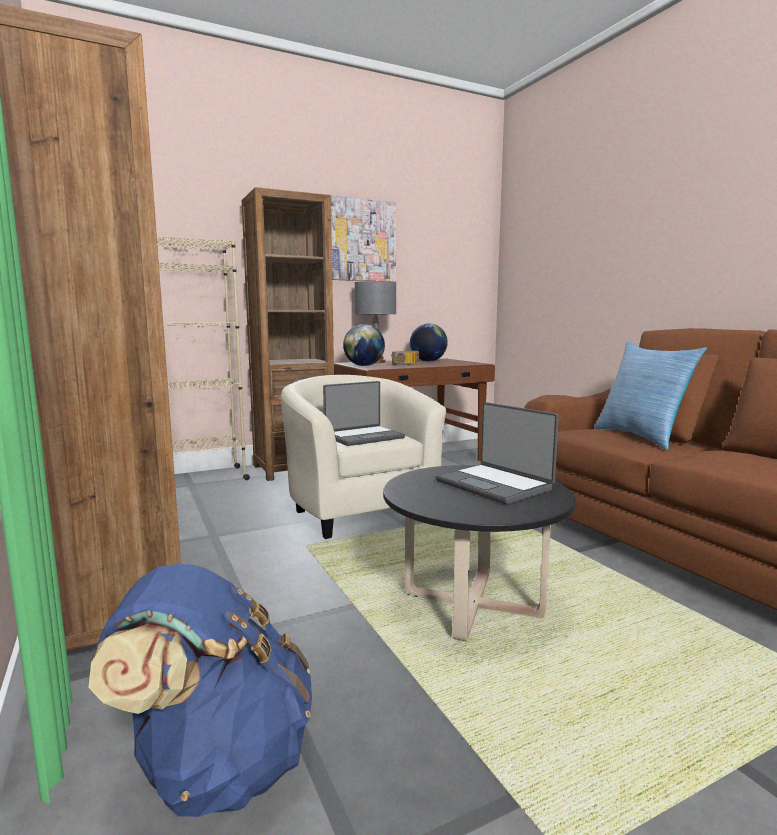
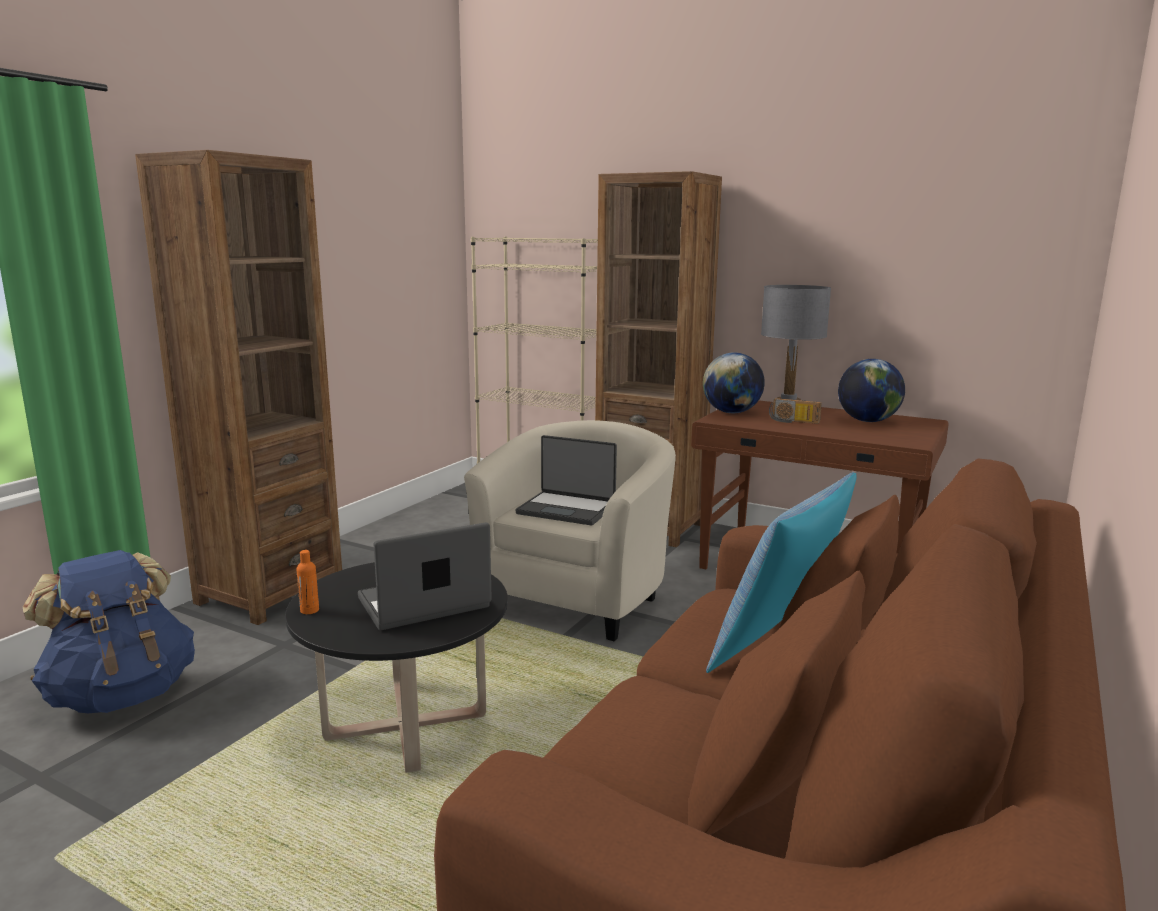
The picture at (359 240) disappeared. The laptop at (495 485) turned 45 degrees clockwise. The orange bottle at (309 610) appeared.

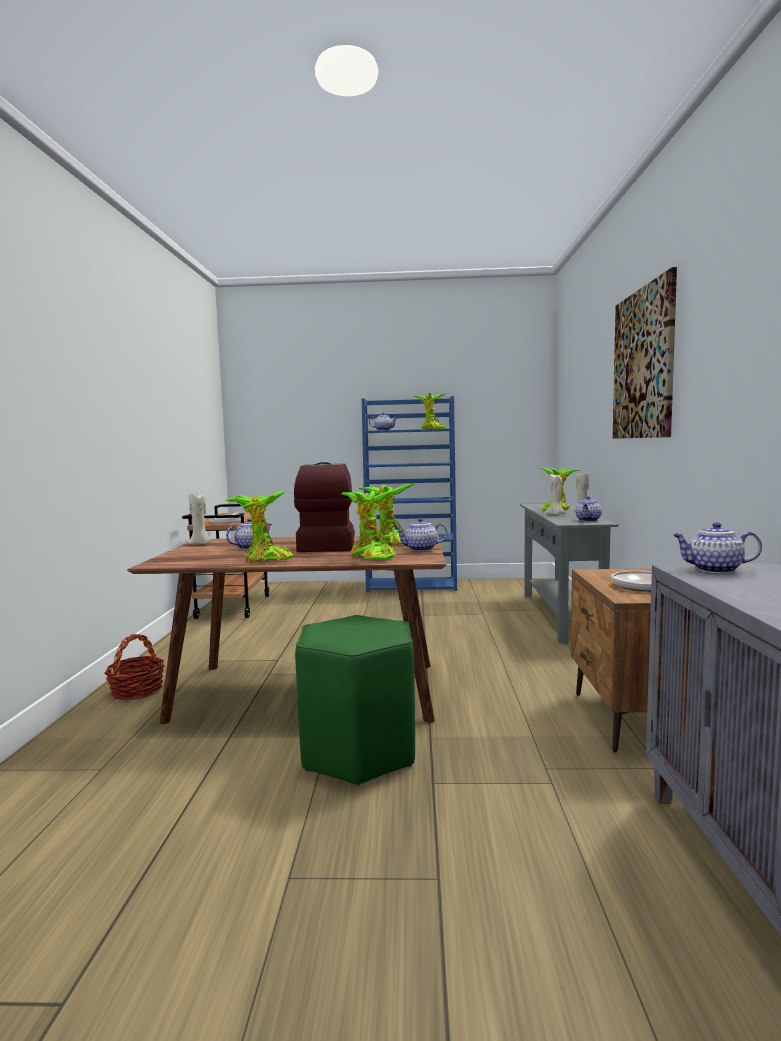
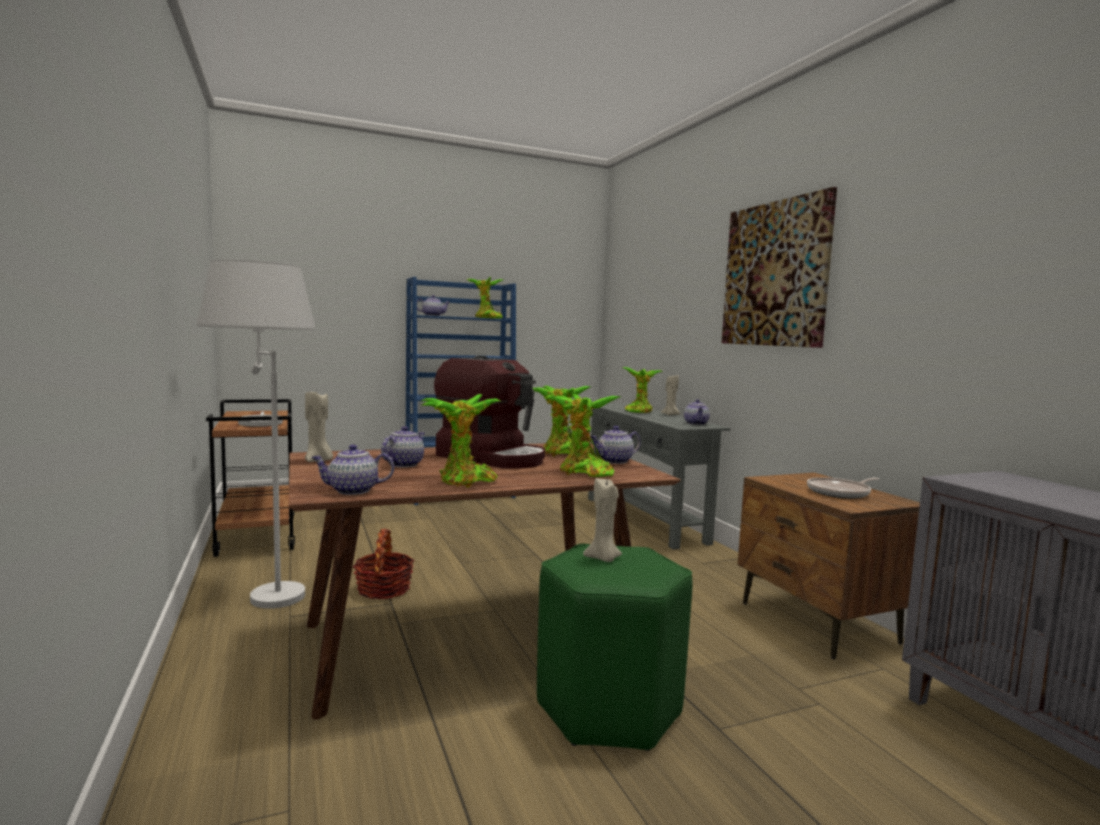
The coffee machine at (326 544) turned 150 degrees clockwise. The beige candle moved from (555 514) to (603 559). The teapot moved from (714 570) to (352 491). The basket moved from (137 691) to (383 589). The white floor lamp at (264 589) appeared.

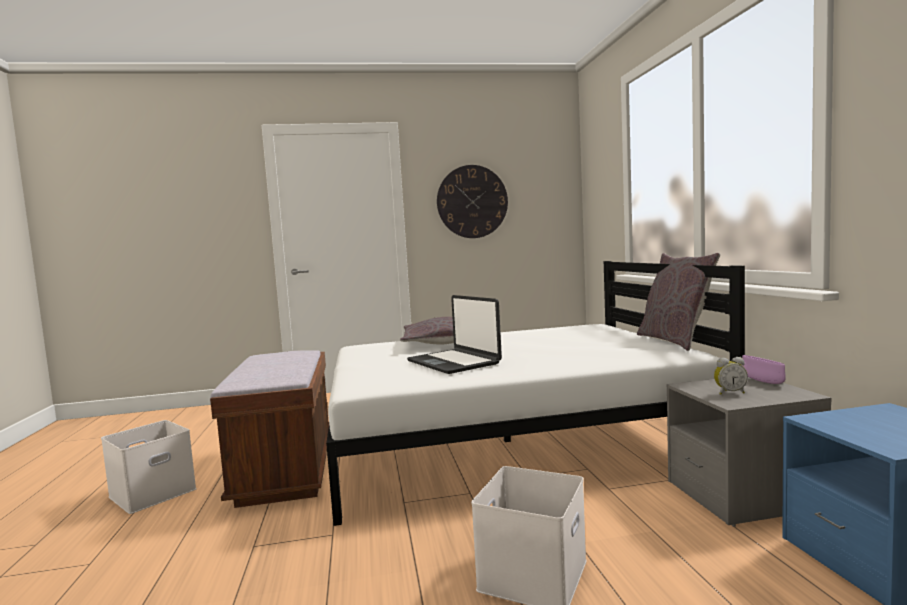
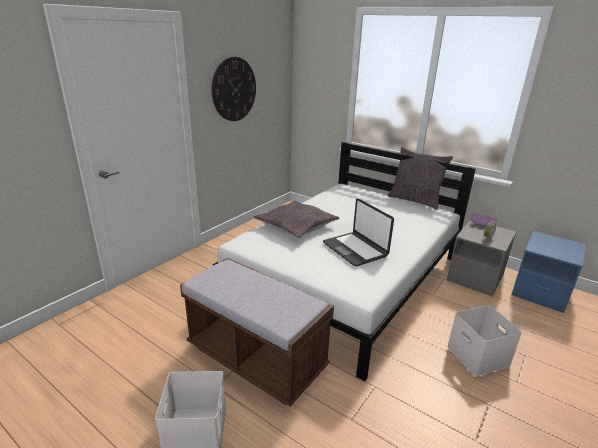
The laptop at (454 362) turned 45 degrees clockwise.

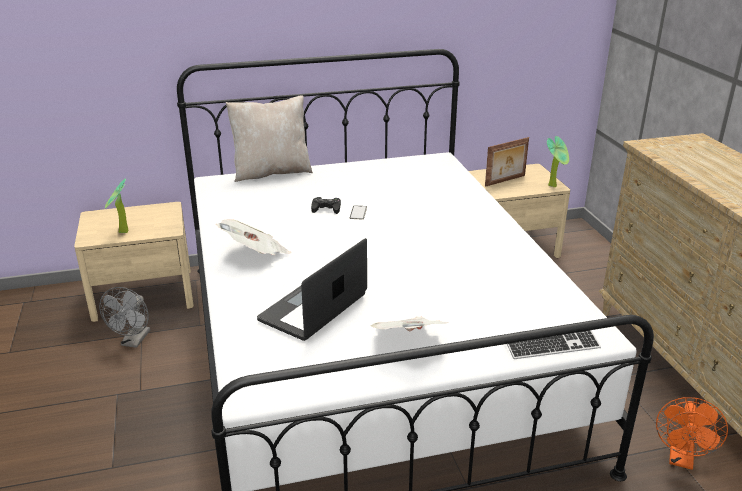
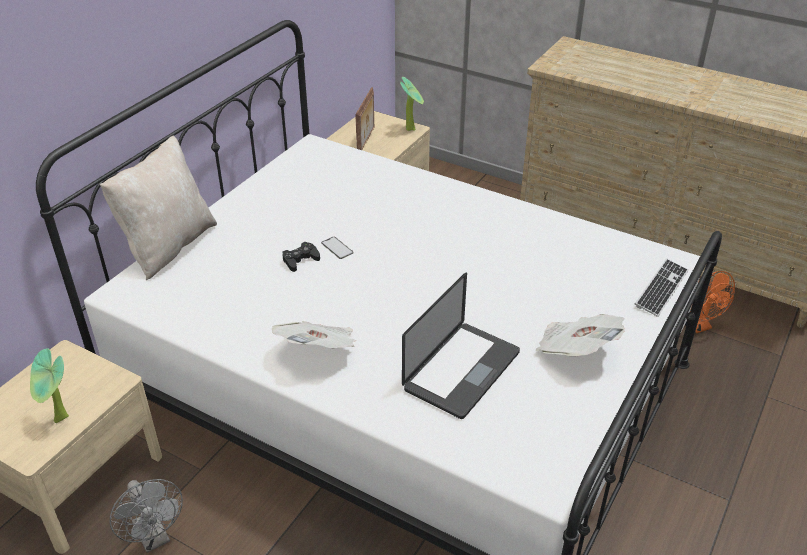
The laptop at (313 308) turned 135 degrees counterclockwise.

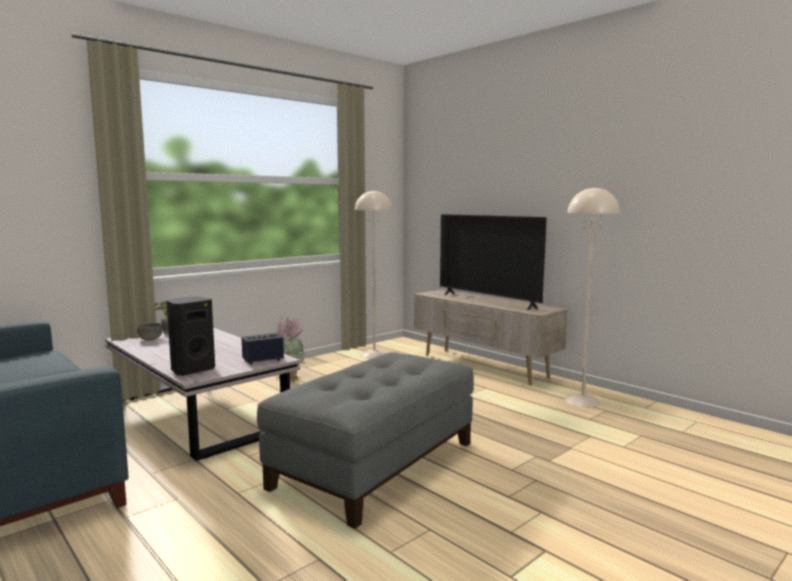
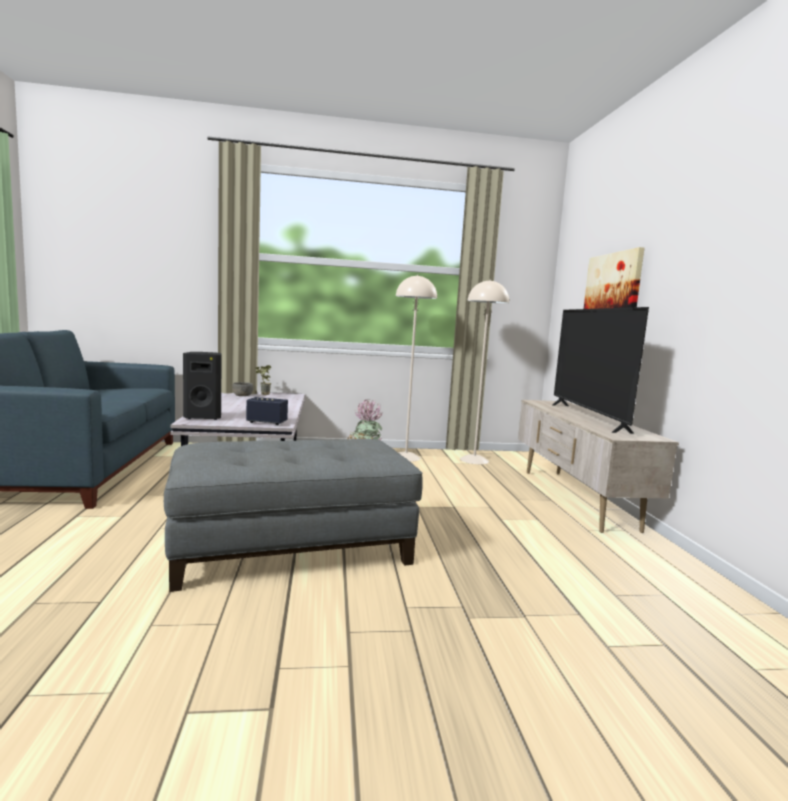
The beige floor lamp moved from (583 400) to (406 457). The picture at (613 283) appeared.

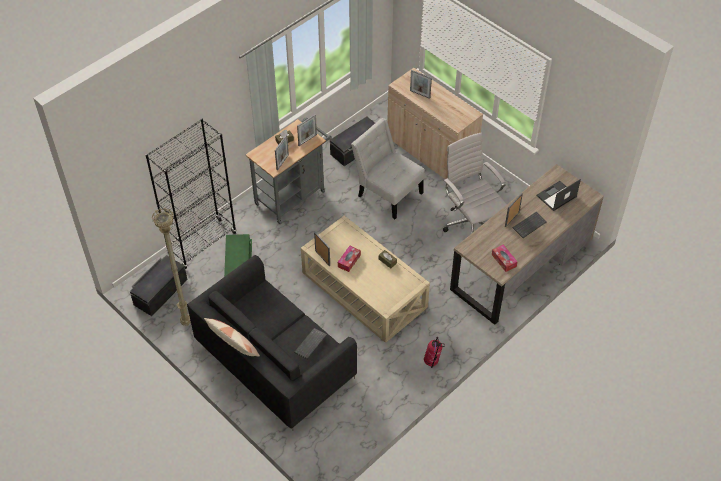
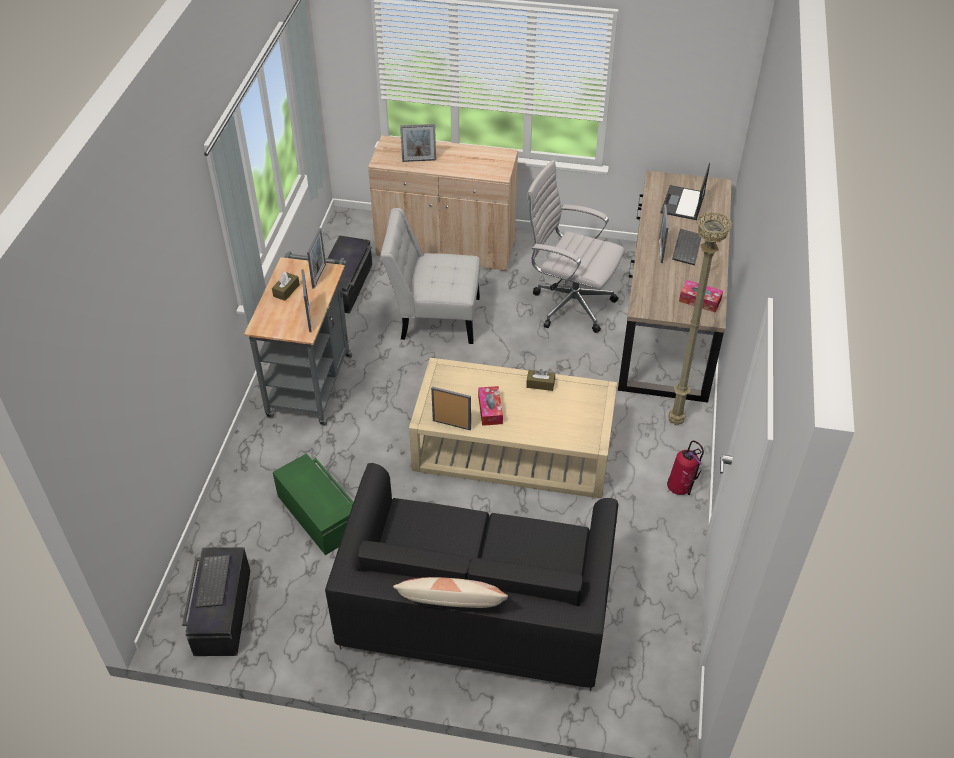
The black bookcase at (202 243) disappeared. The beige floor lamp moved from (186 322) to (674 421). The keyboard moved from (311 344) to (214 582).

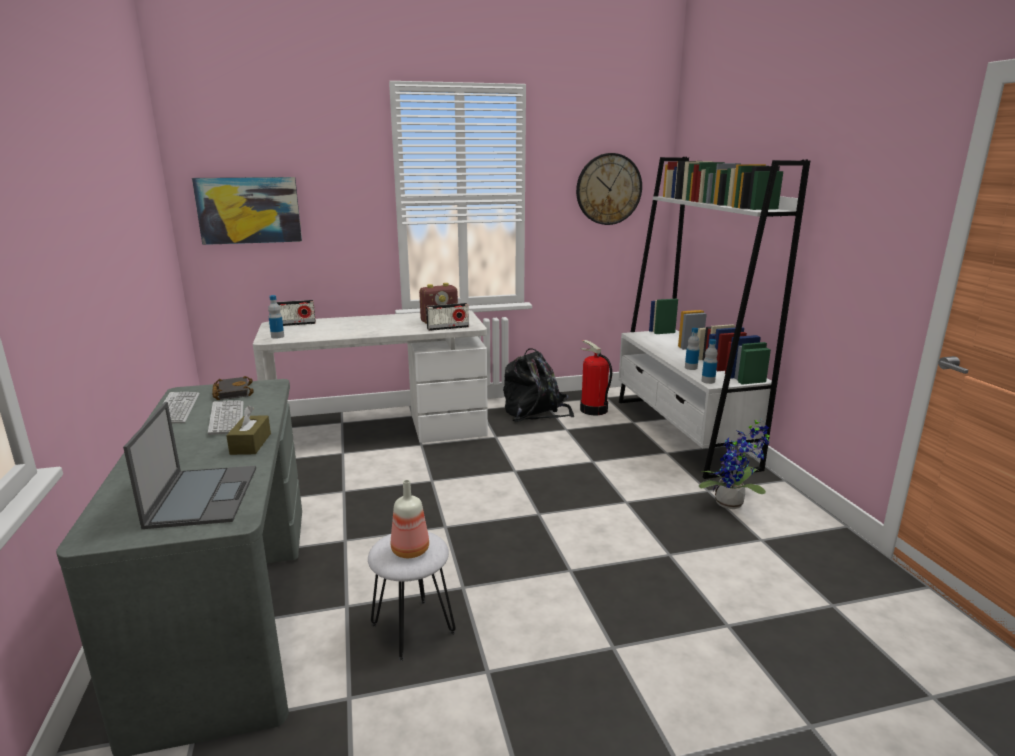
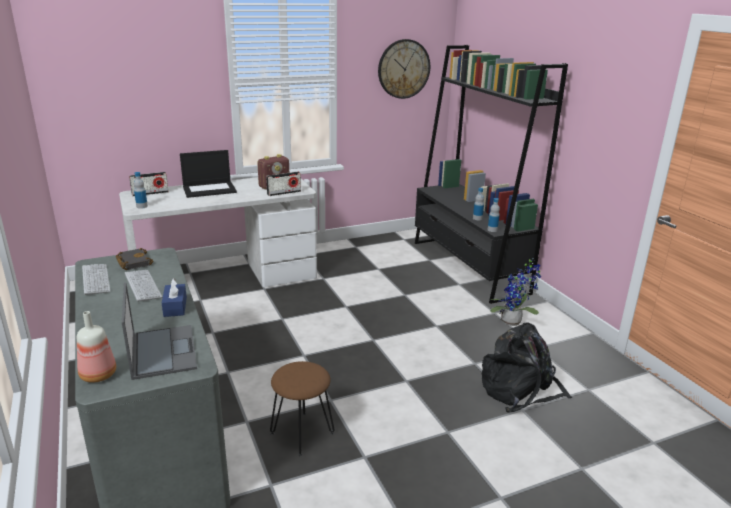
The white bookcase at (682 432) became the black bookcase at (468 267). The picture at (249 210) disappeared. The fire extinguisher at (593 410) disappeared. The black backpack moved from (535 412) to (520 390). The brown tissue box at (250 444) became the blue tissue box at (175 307). The bottle moved from (411 551) to (99 376). The white stool at (413 629) became the brown stool at (302 433). The laptop at (210 189) appeared.

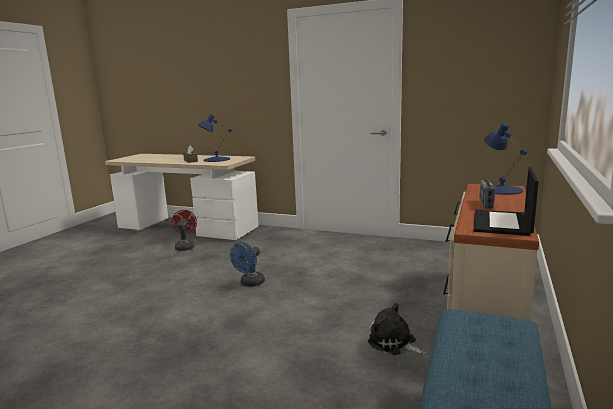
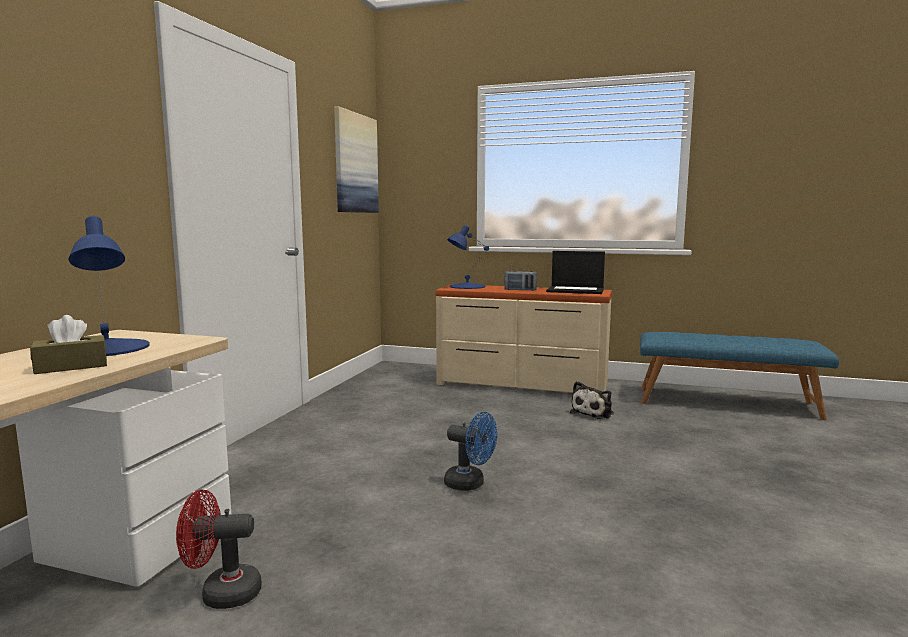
The picture at (355 163) appeared.

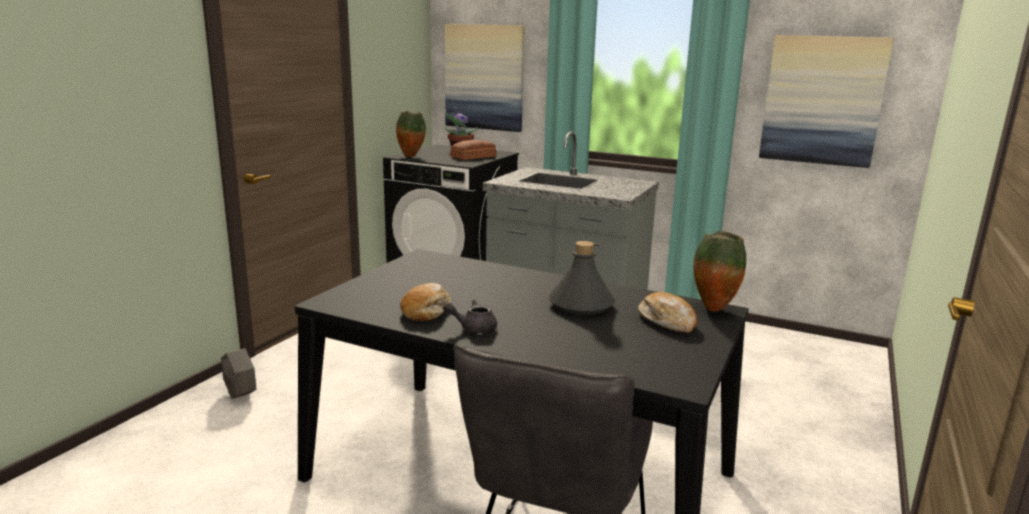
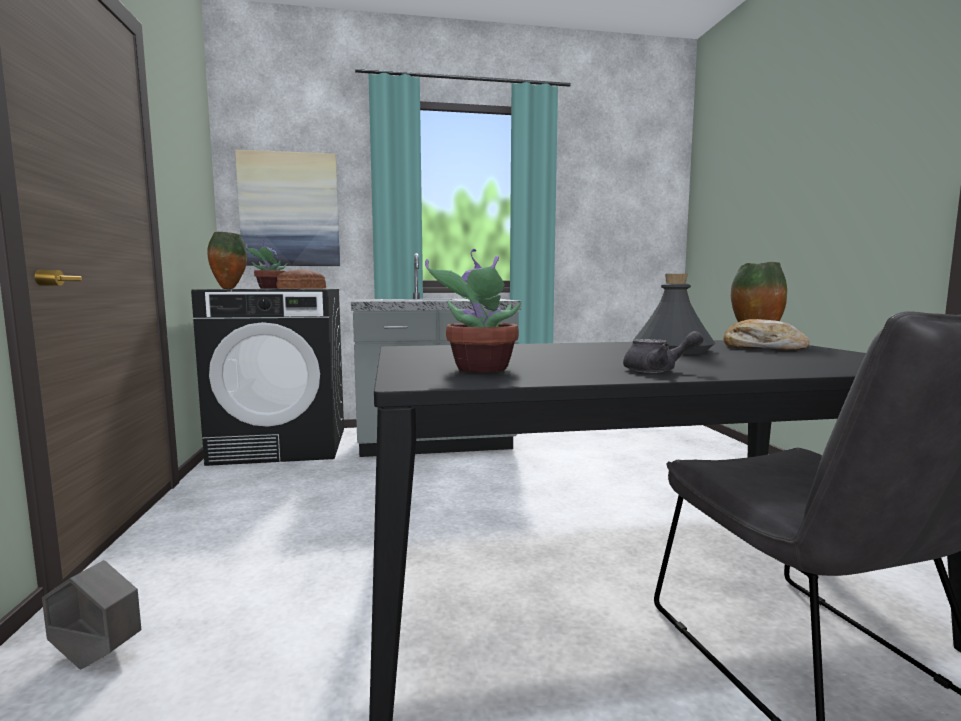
The picture at (822 100) disappeared. The bread at (426 310) disappeared. The grey teapot at (473 328) turned 135 degrees counterclockwise. The potted plant at (479 369) appeared.

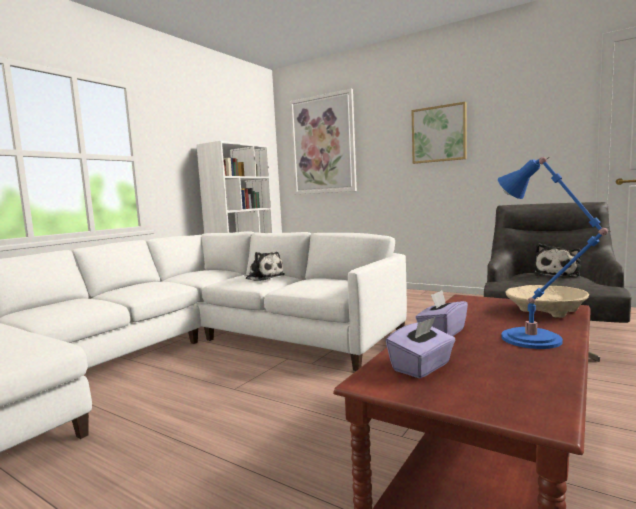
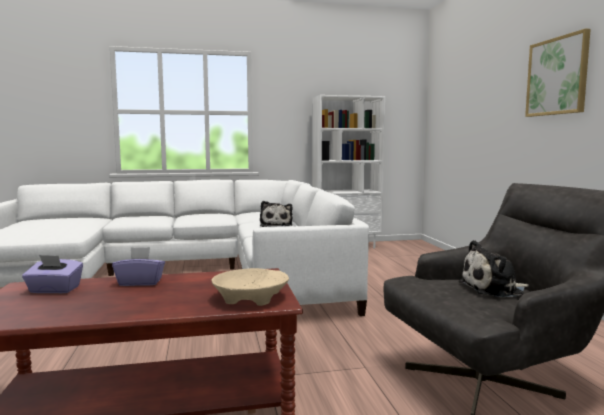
The picture at (323 145) disappeared. The blue table lamp at (536 340) disappeared.

